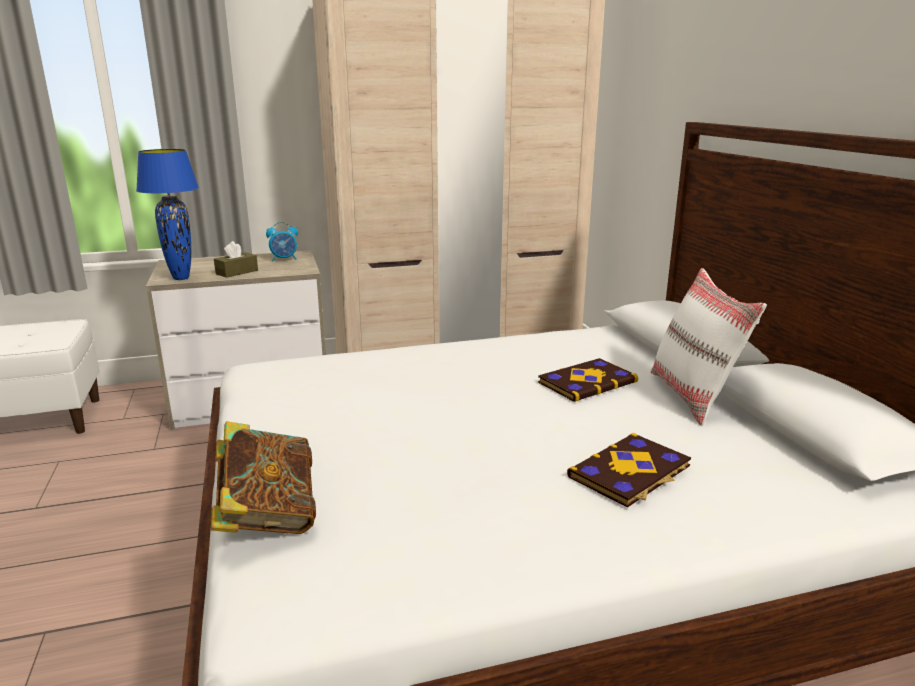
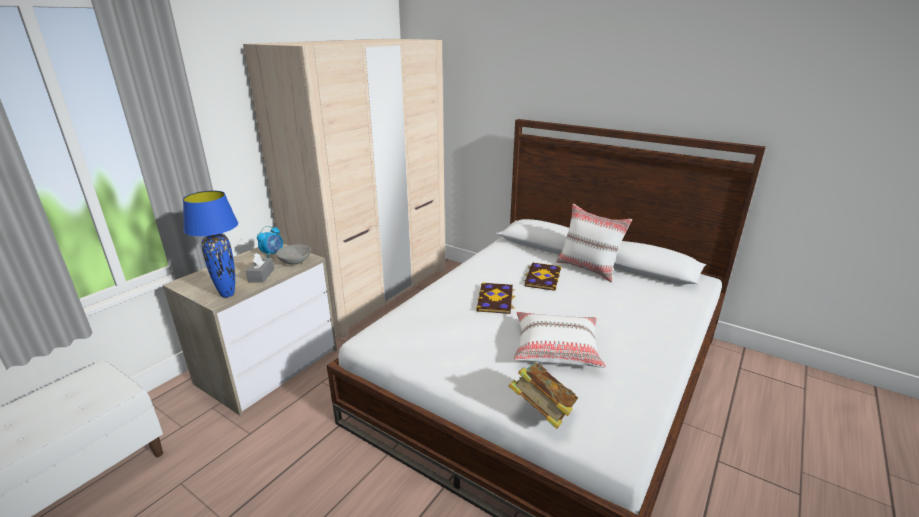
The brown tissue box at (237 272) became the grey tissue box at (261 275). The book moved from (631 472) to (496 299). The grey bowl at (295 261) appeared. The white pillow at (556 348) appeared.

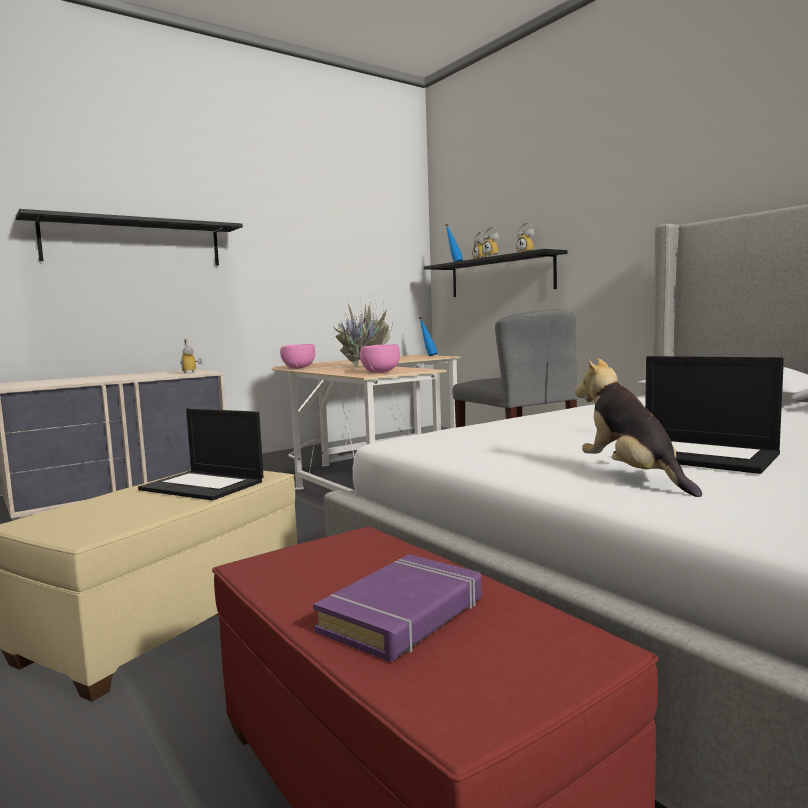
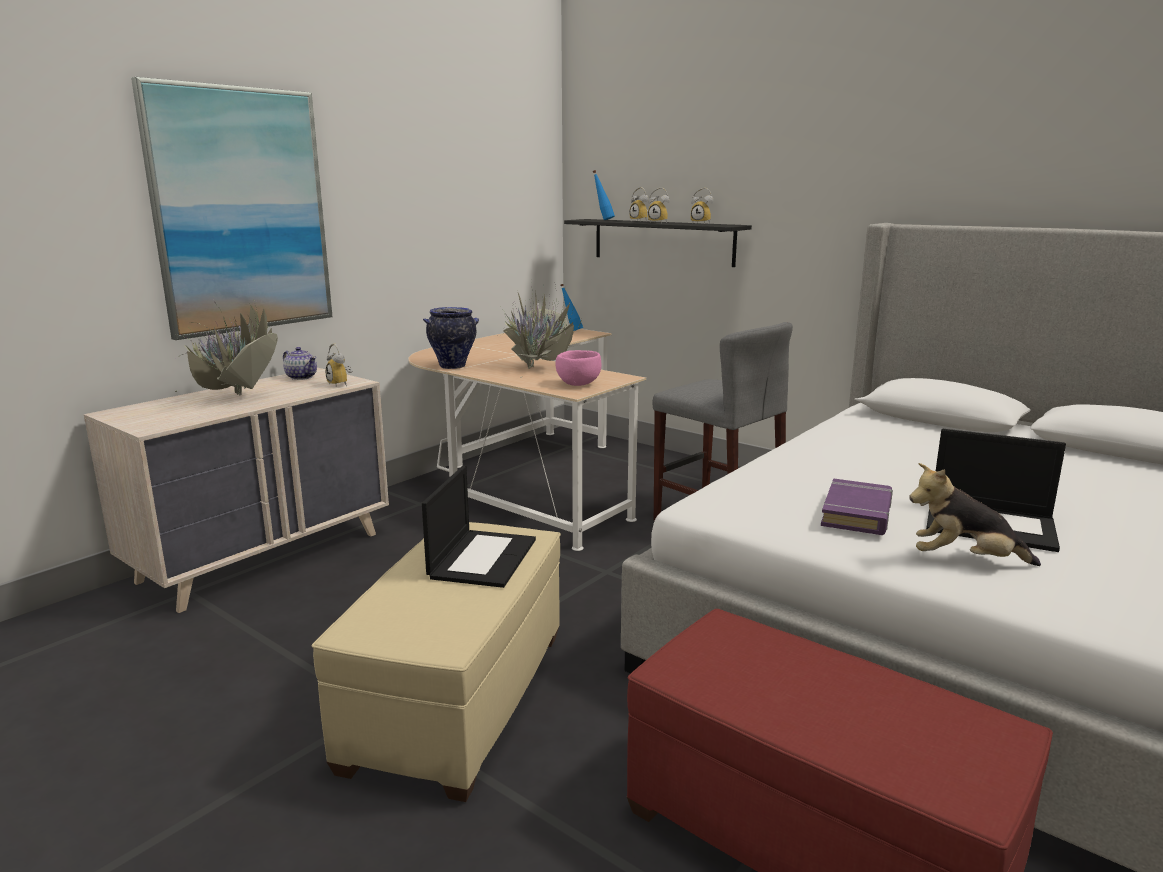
The black shelf at (134 243) was replaced by the picture at (241 211). The pink bowl at (298 368) was replaced by the vase at (453 366). The plush toy at (632 477) turned 45 degrees counterclockwise. The laptop at (204 485) turned 90 degrees counterclockwise. The purple book moved from (403 615) to (857 513). The potted plant at (237 399) appeared. The teapot at (301 377) appeared.

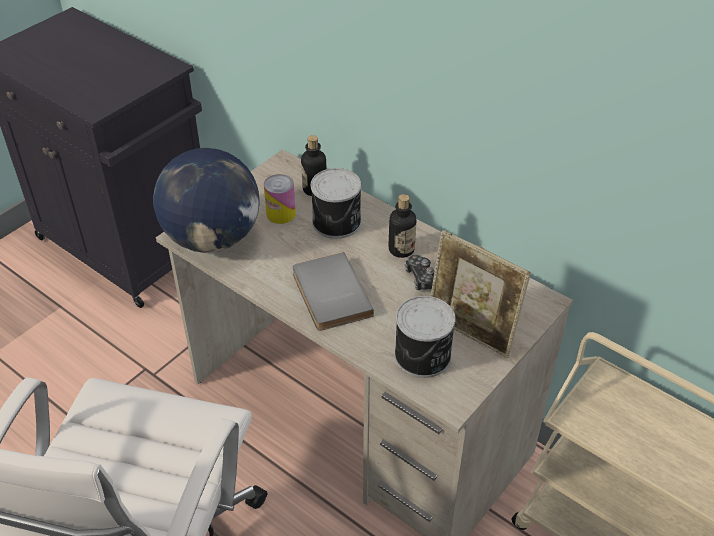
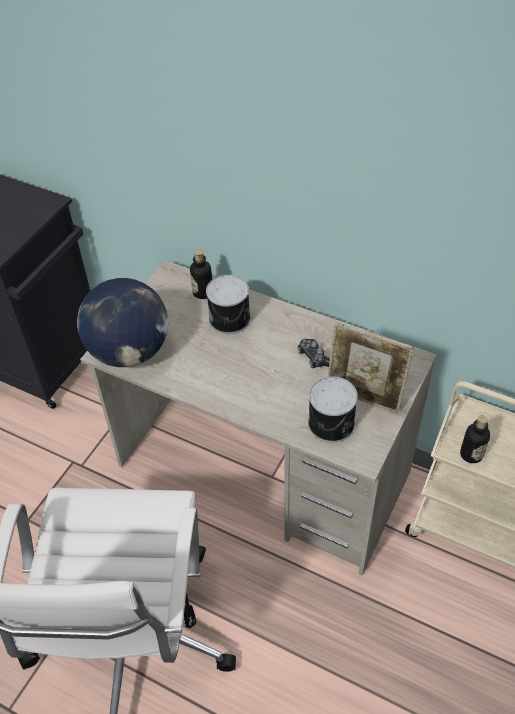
The can at (281 214) disappeared. The bottle moved from (401 249) to (471 454). The grey book at (328 294) disappeared.

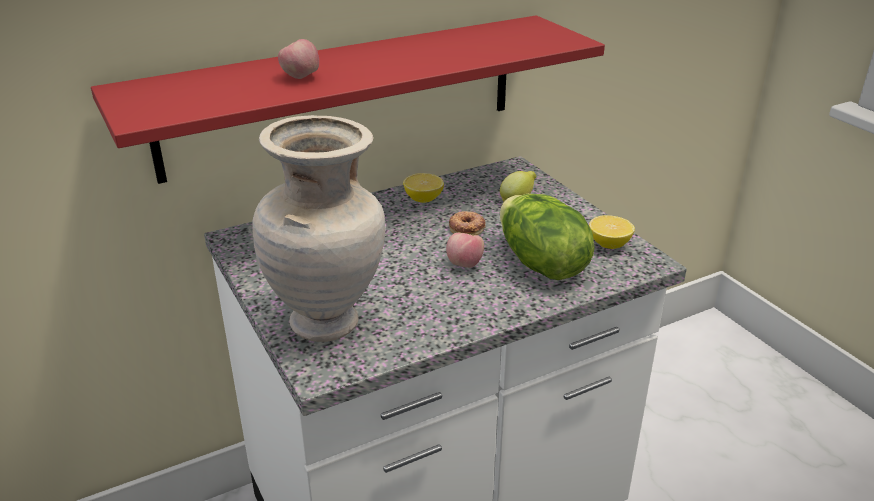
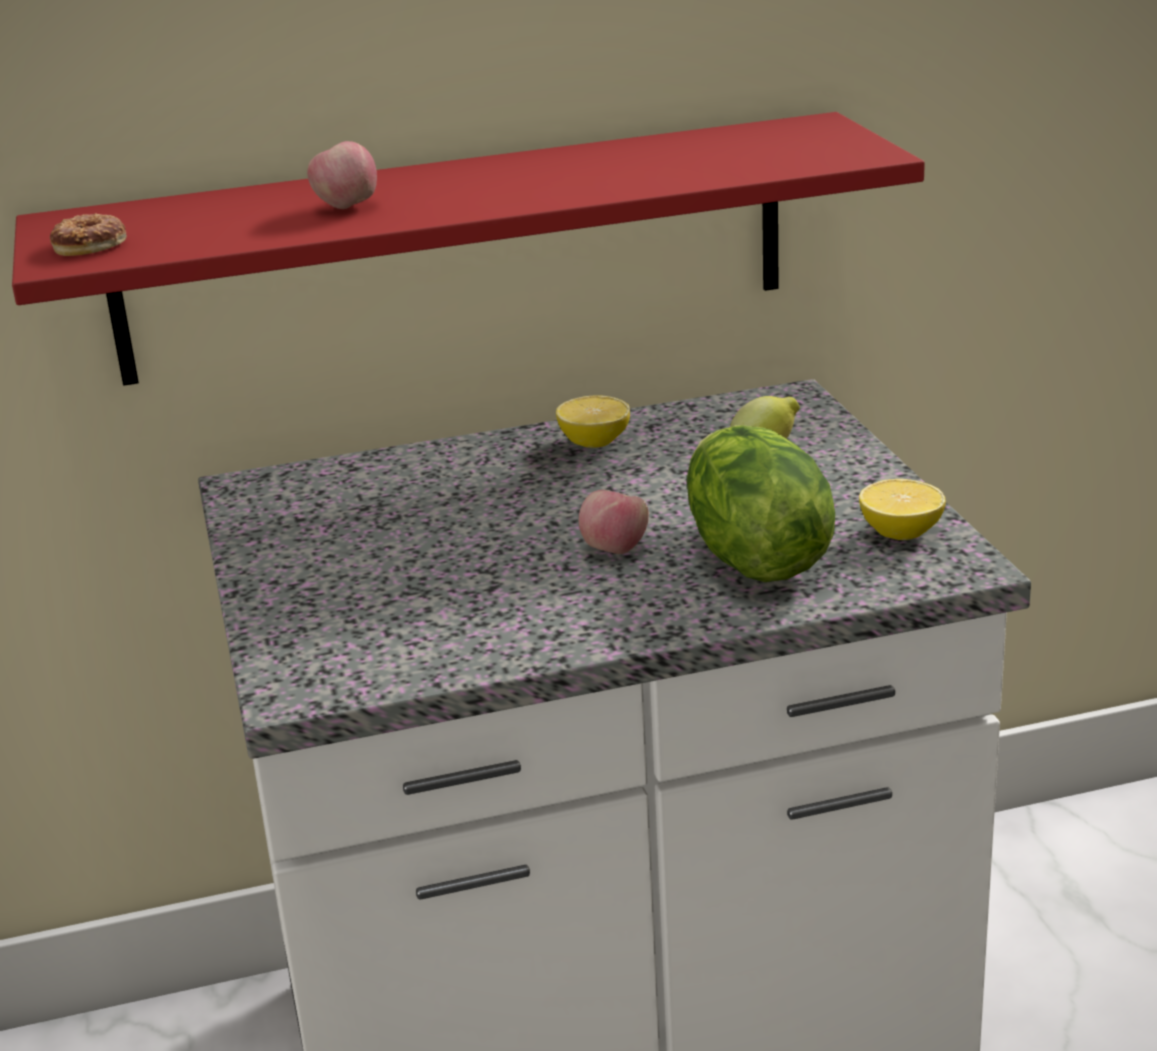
The beige vase at (328 324) disappeared. The donut moved from (467 228) to (90 244).

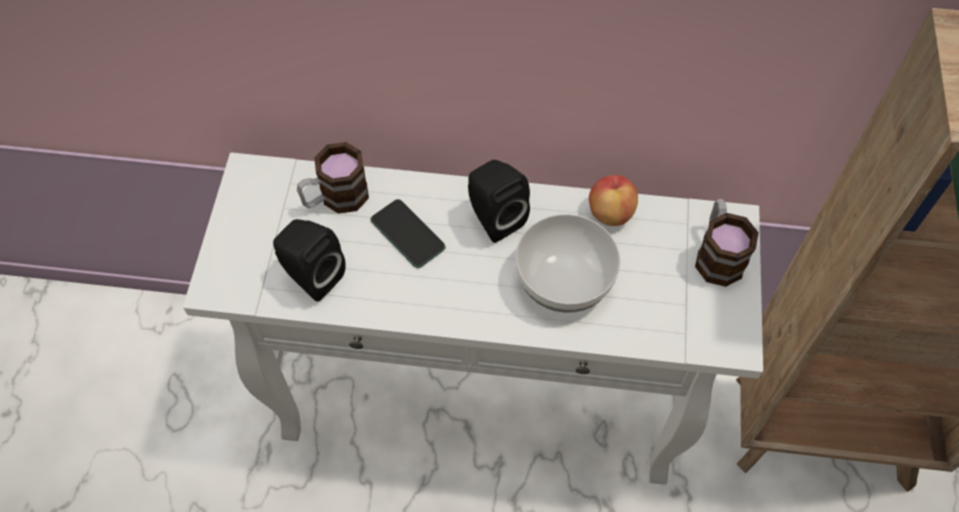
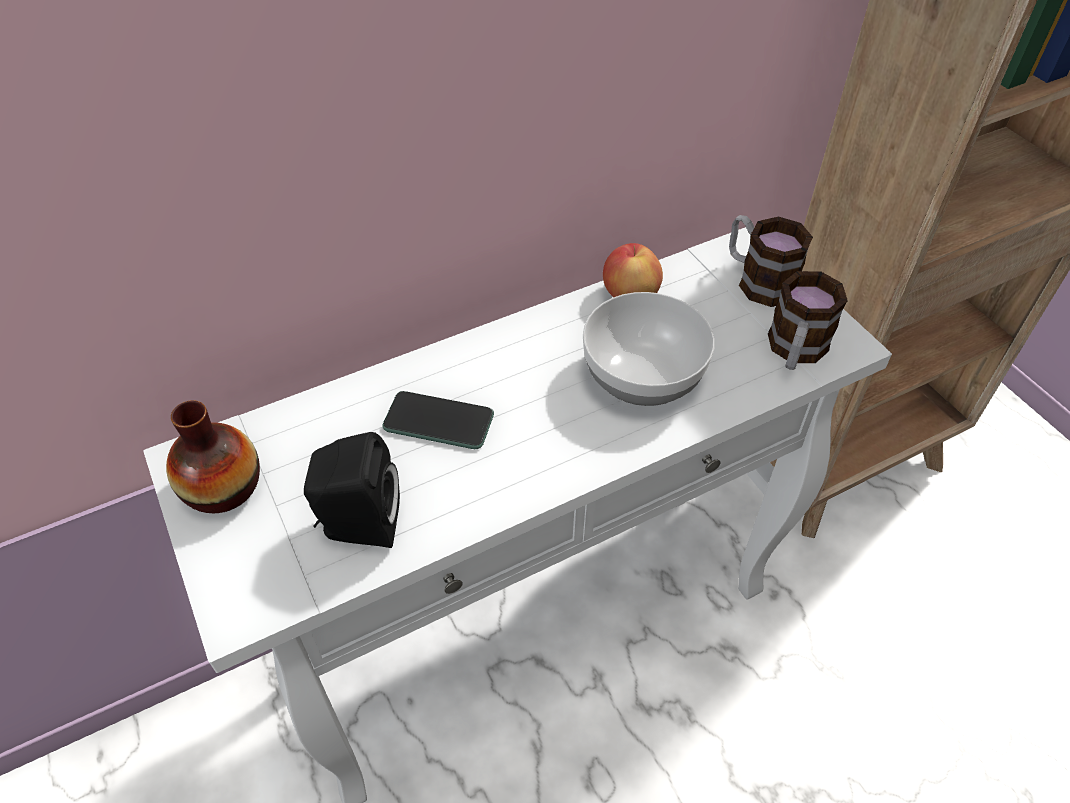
The mug moved from (335 198) to (795 351). The black speaker at (494 217) disappeared. The vase at (223 487) appeared.

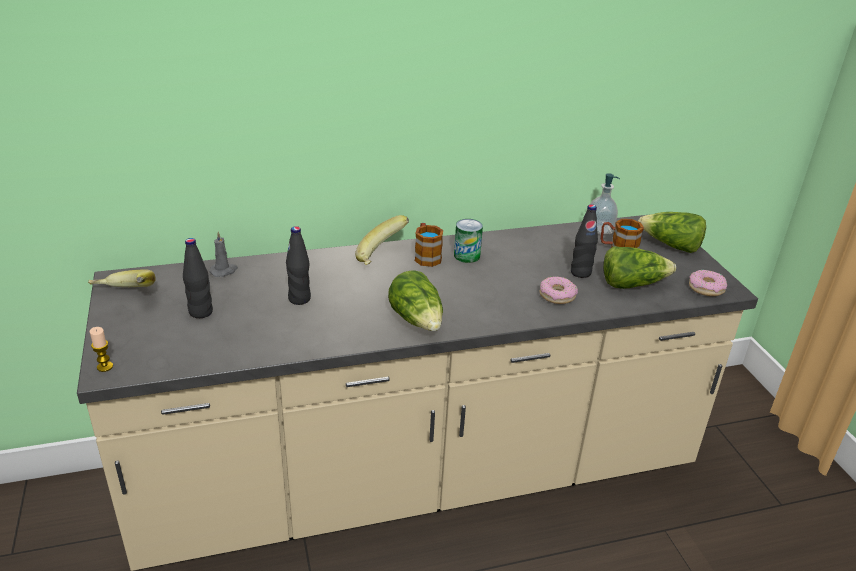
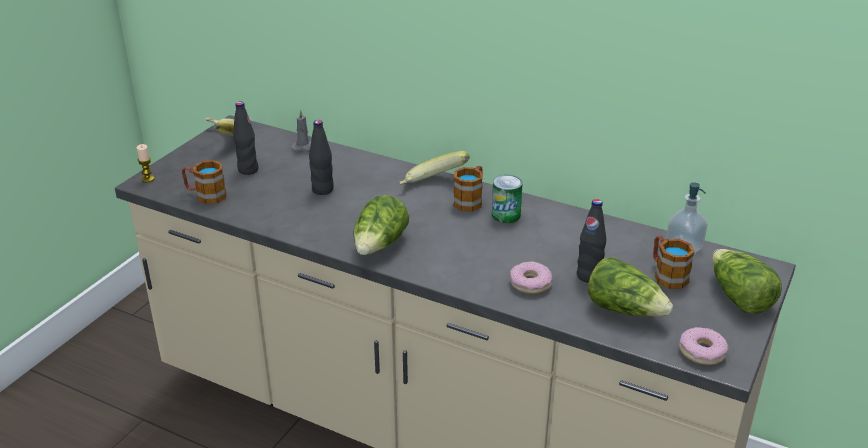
The mug at (205 195) appeared.

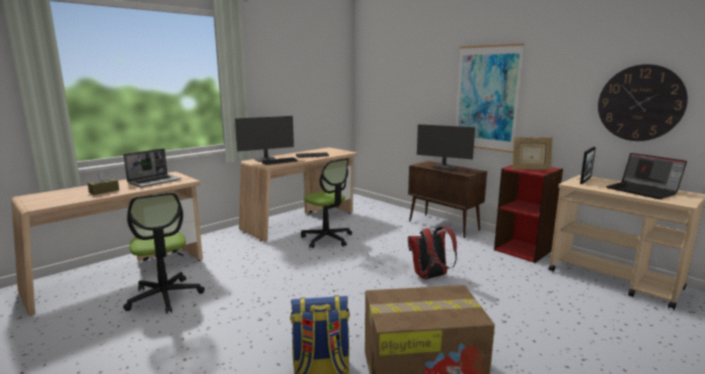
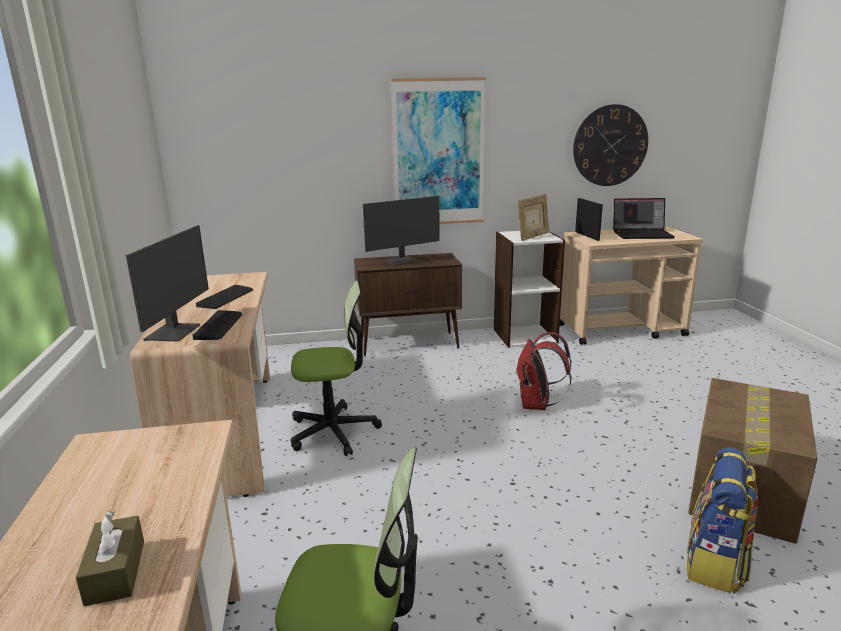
The laptop at (155 181) disappeared. The red bookcase at (523 250) became the white bookcase at (524 335).

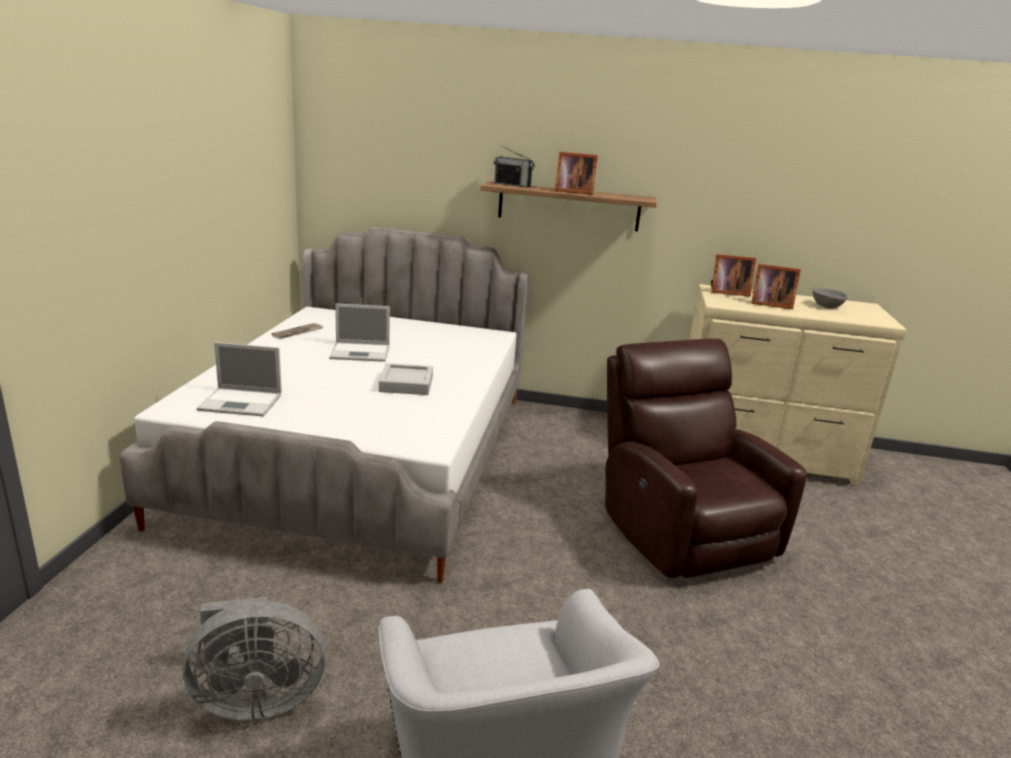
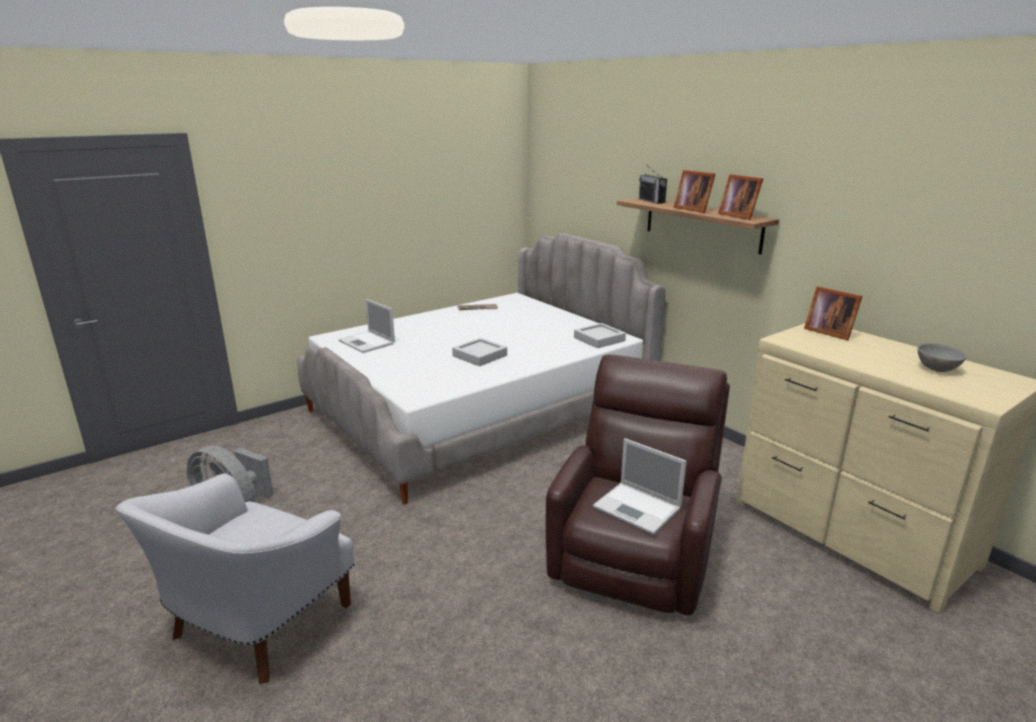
The picture frame moved from (769 304) to (738 216). The laptop moved from (361 352) to (638 508). The grey tray at (599 339) appeared.

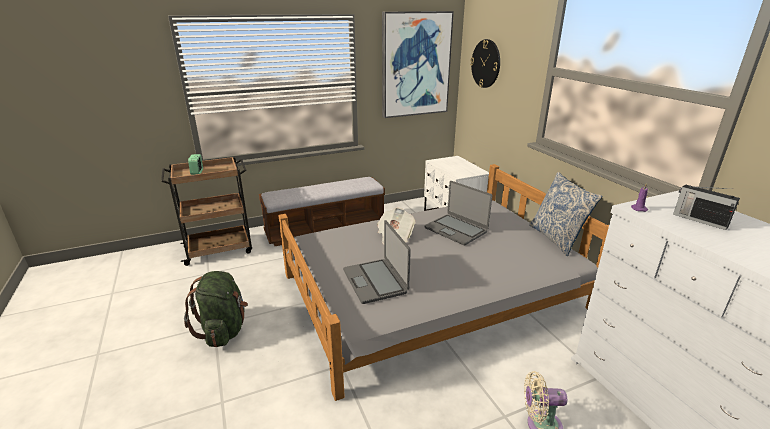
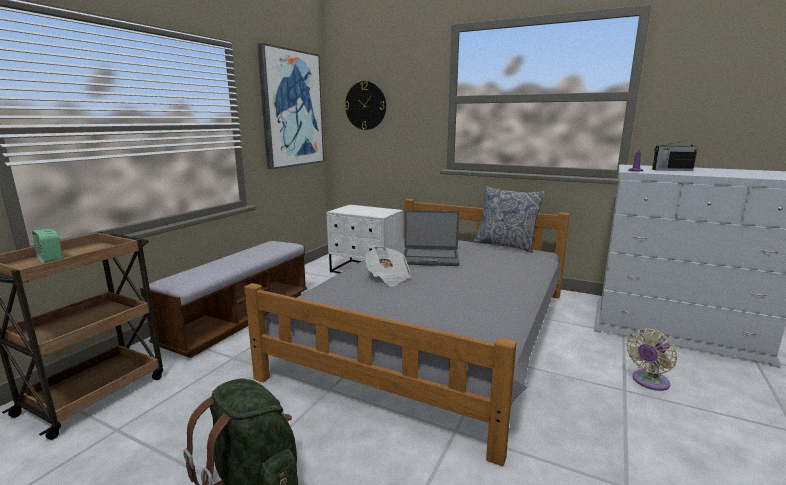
The laptop at (375 281) disappeared.

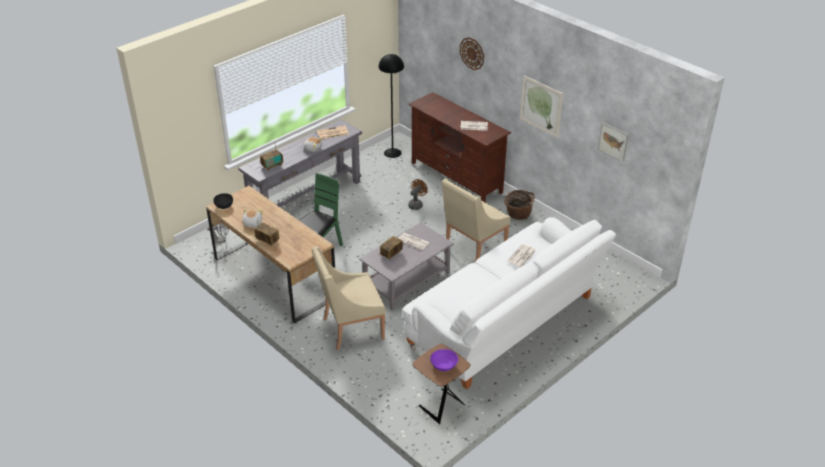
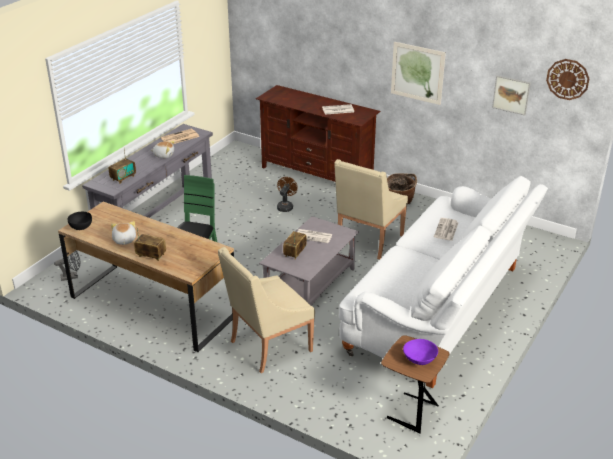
The wall clock moved from (472 53) to (567 79). The black floor lamp at (392 152) disappeared.

